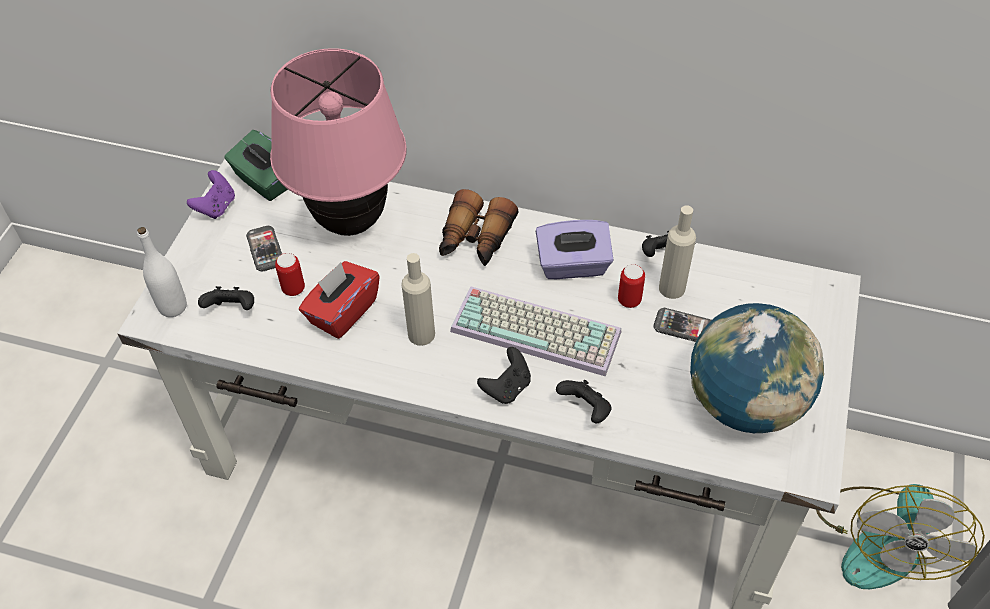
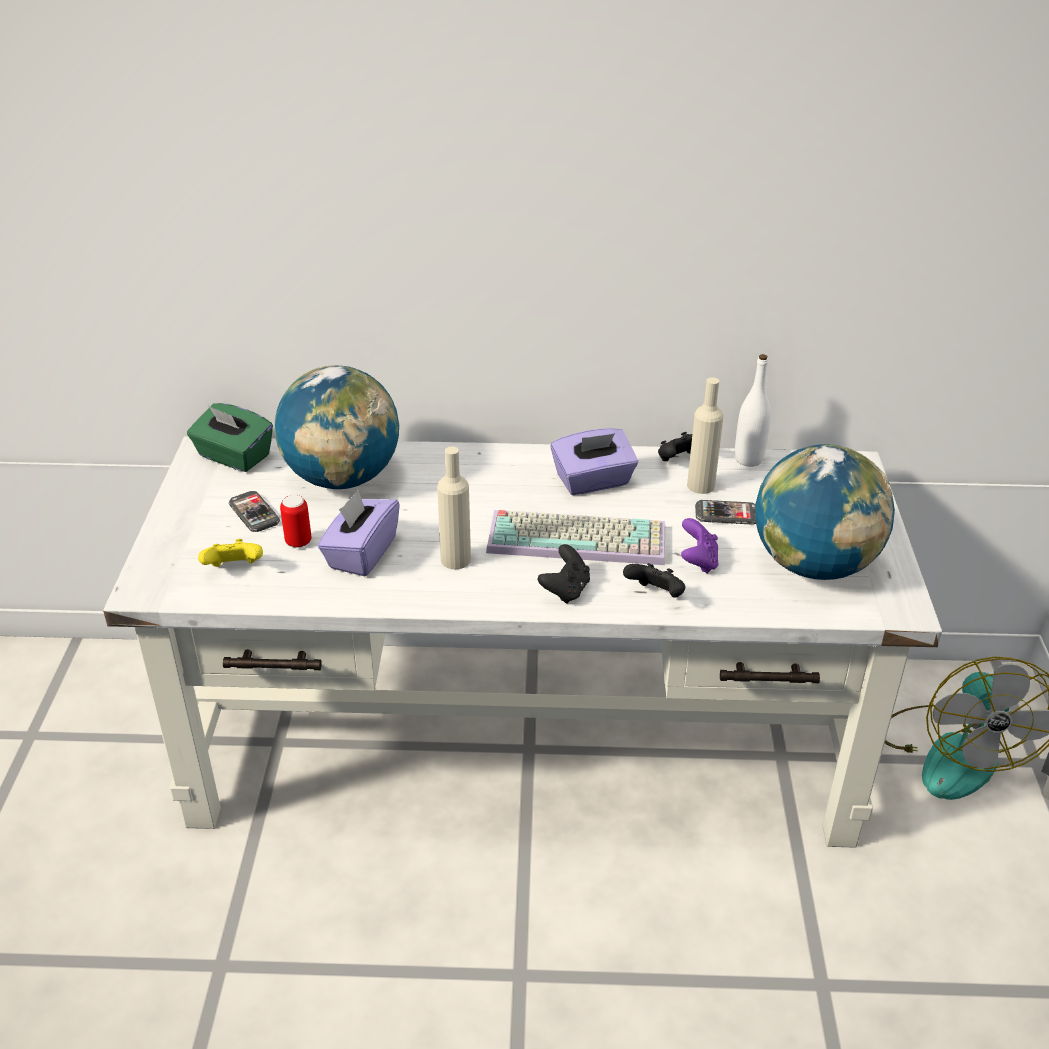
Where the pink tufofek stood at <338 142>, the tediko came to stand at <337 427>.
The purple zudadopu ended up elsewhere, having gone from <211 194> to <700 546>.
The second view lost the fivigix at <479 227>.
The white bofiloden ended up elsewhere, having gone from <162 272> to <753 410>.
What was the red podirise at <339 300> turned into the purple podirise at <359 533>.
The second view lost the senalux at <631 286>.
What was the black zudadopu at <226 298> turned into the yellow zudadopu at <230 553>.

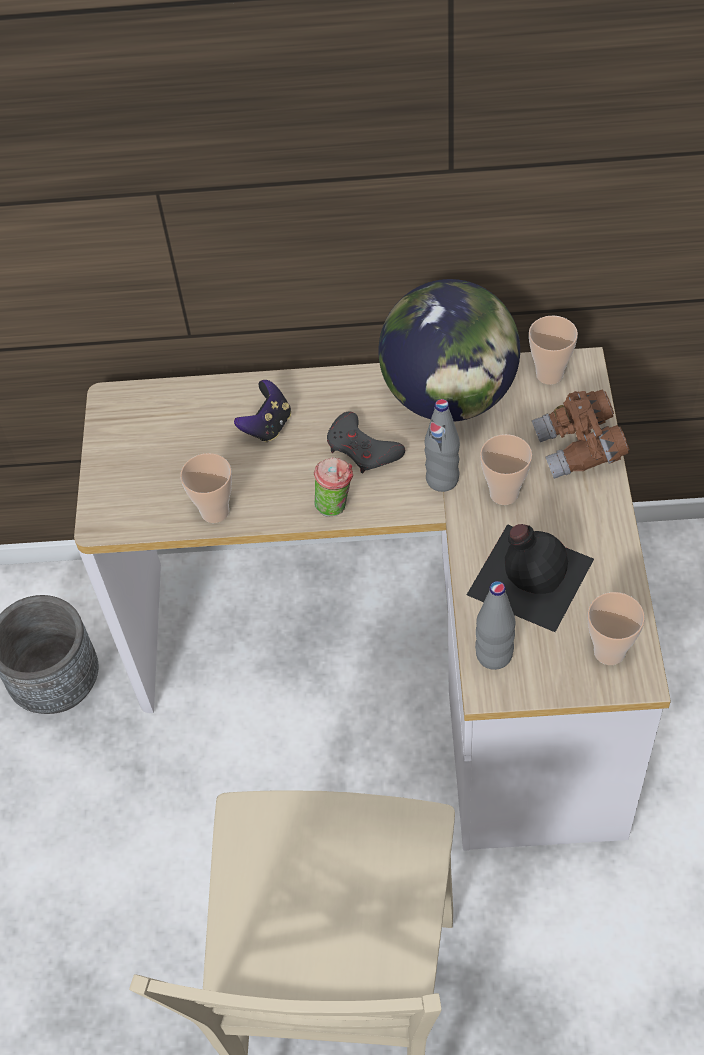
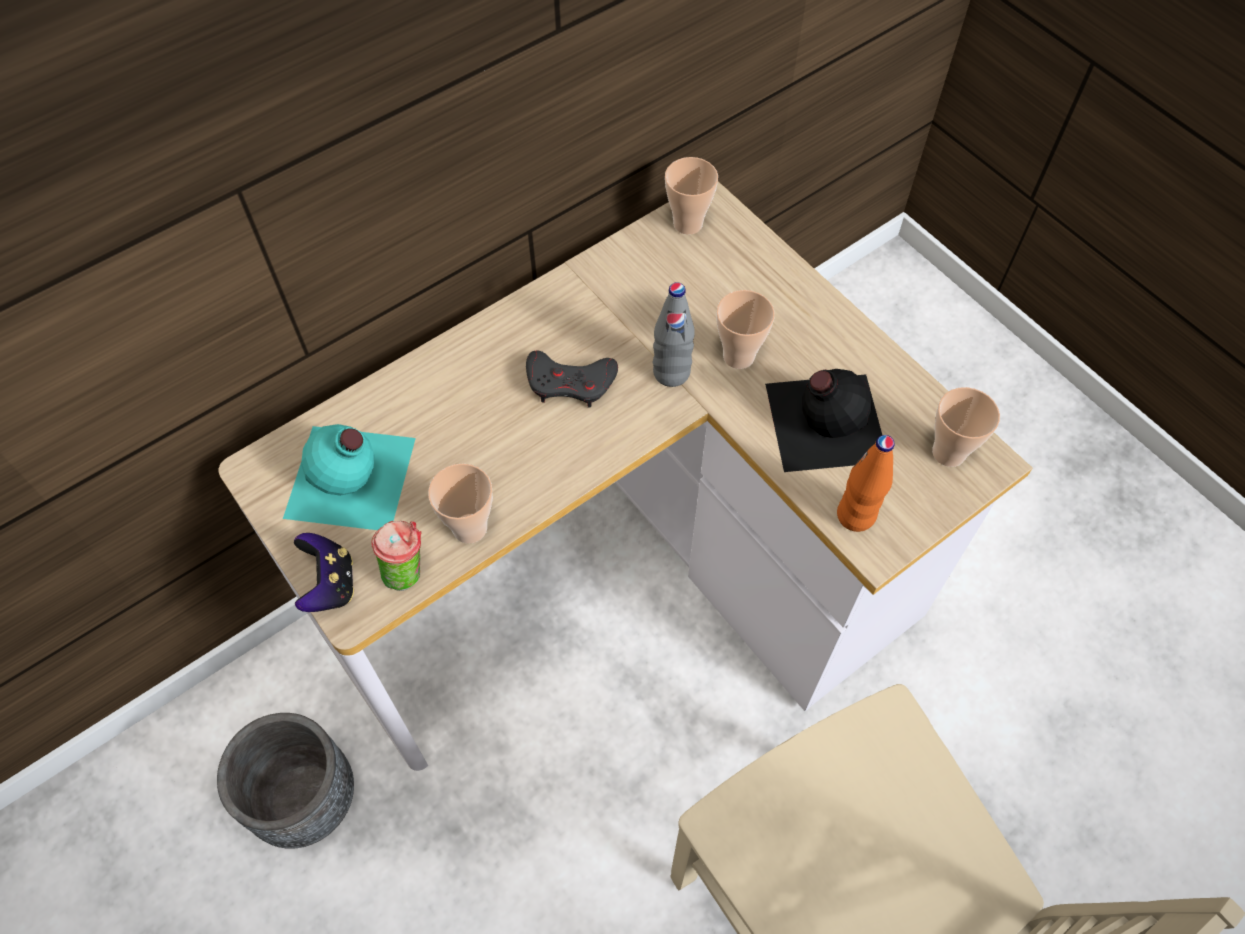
The second view lost the tediko at <449 350>.
The zudadopu ended up elsewhere, having gone from <262 411> to <324 572>.
The second view lost the brown fivigix at <581 434>.
The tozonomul ended up elsewhere, having gone from <333 486> to <396 556>.
What was the grey bofiloden at <495 625> turned into the orange bofiloden at <866 483>.
The second view gained the turquoise bofiloden at <349 477>.

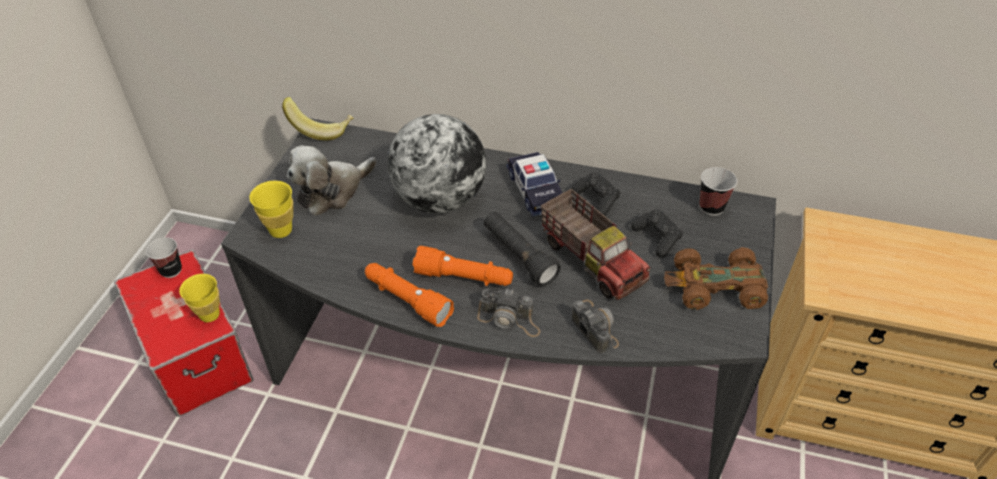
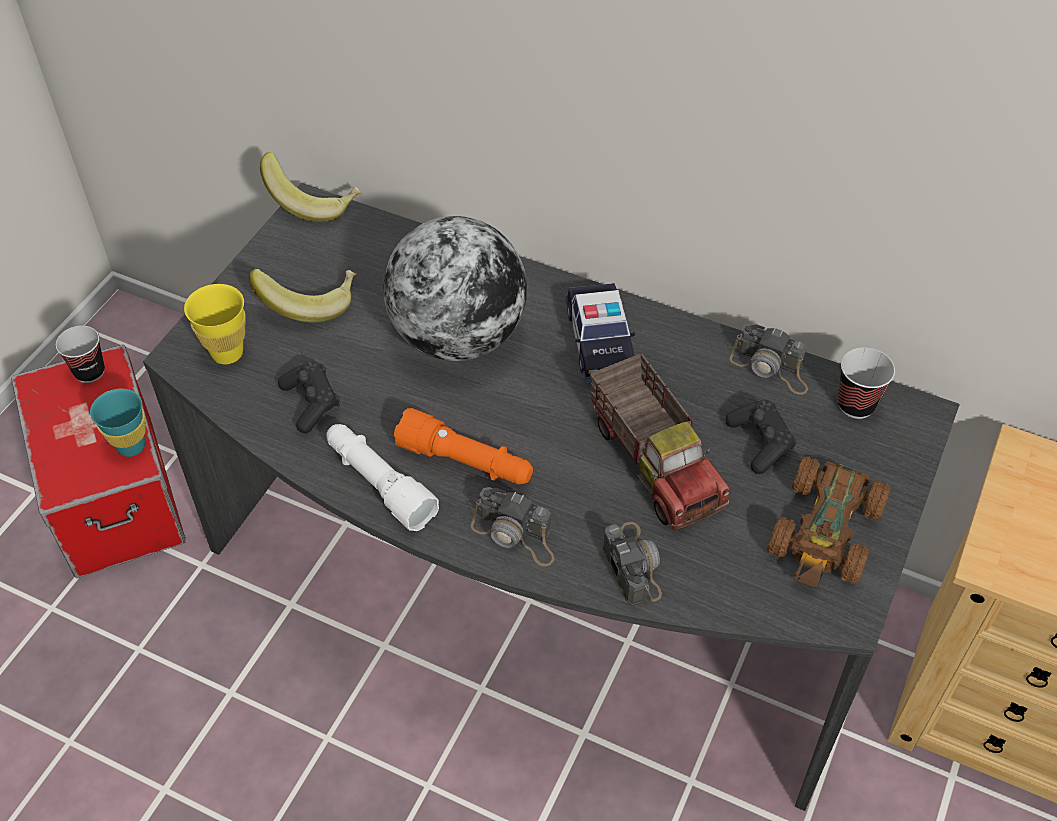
Where the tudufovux stood at <332 180>, the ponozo came to stand at <302 295>.
The black zudadopu ended up elsewhere, having gone from <595 194> to <309 397>.
The second view lost the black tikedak at <522 249>.
The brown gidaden at <716 278> ended up facing another way, 75 degrees counterclockwise from before.
What was the orange tikedak at <409 295> turned into the white tikedak at <383 477>.
What was the yellow tozonomul at <199 298> turned into the turquoise tozonomul at <118 423>.
The second view gained the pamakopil at <769 359>.

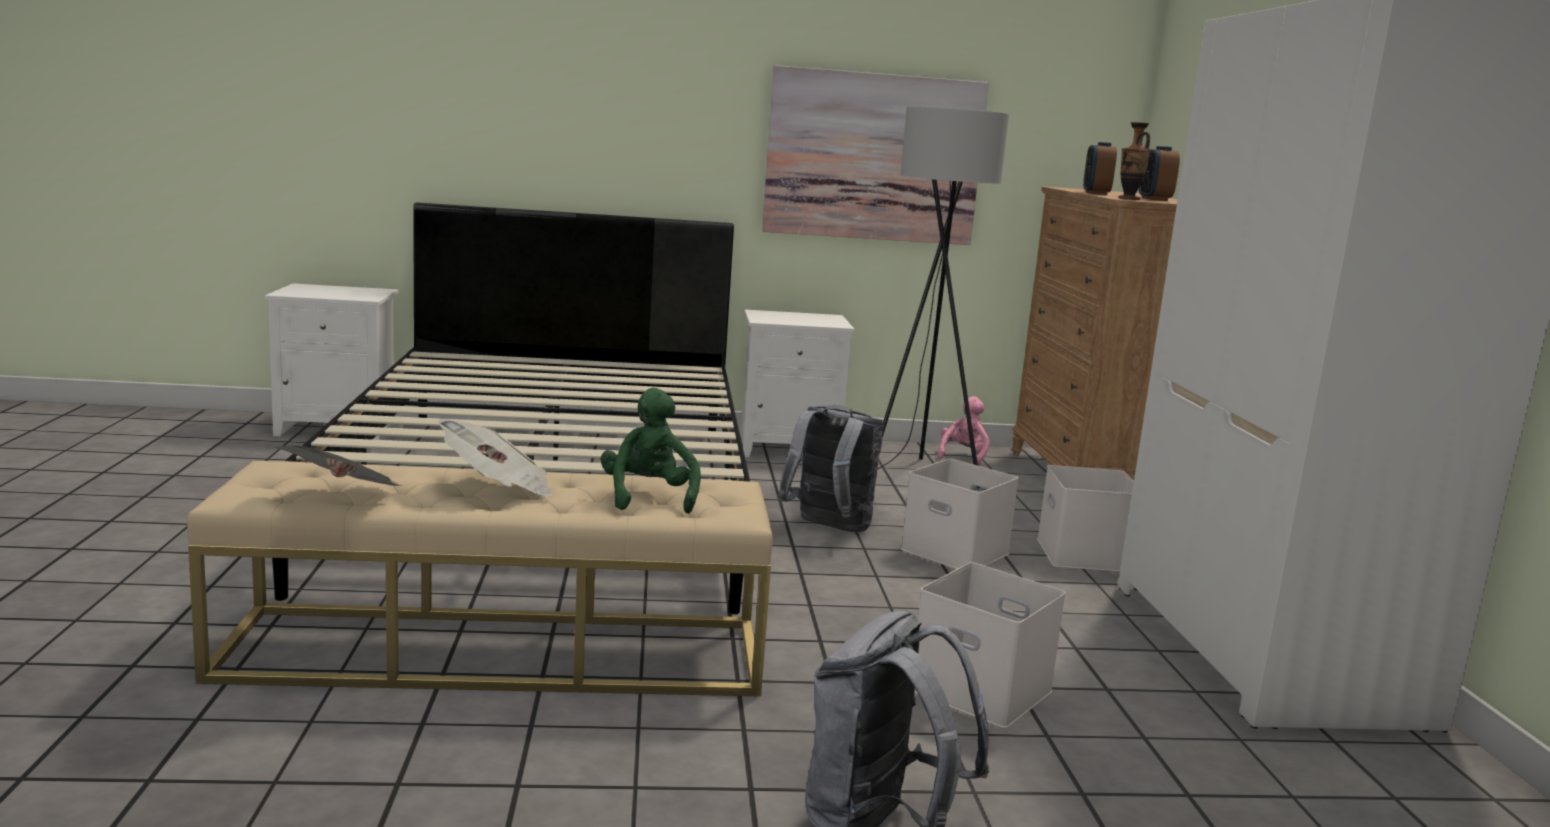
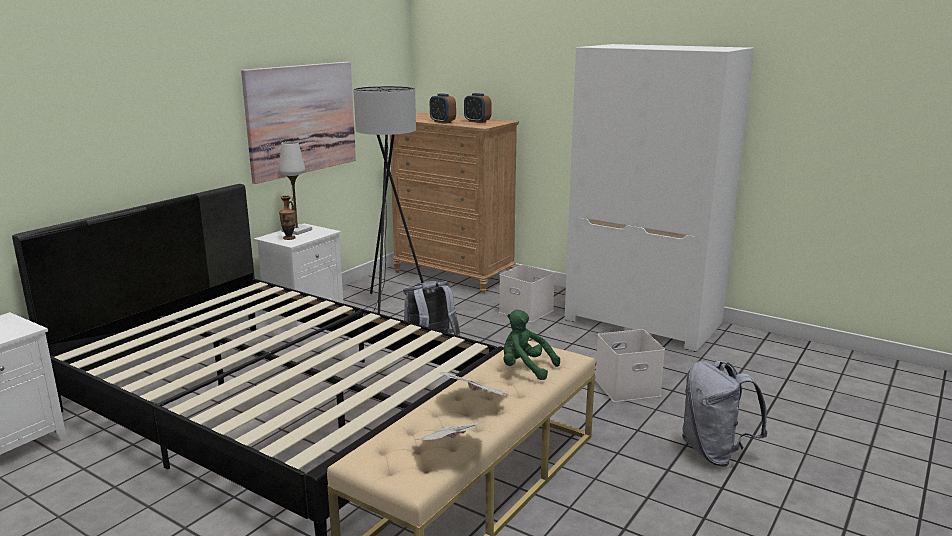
The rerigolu ended up elsewhere, having gone from <1134 161> to <287 217>.
The second view lost the pink tudufovux at <963 430>.
The second view lost the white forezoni at <960 514>.
The second view gained the white tufofek at <295 188>.

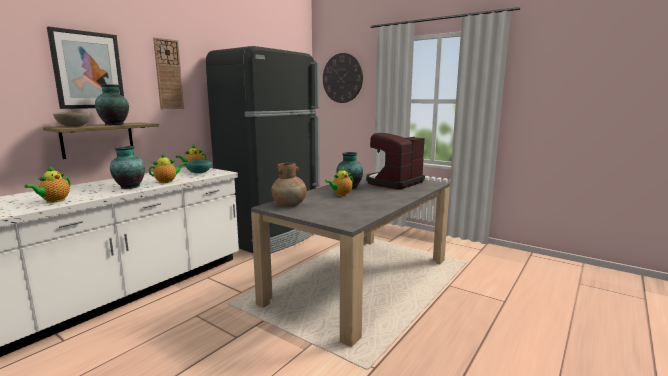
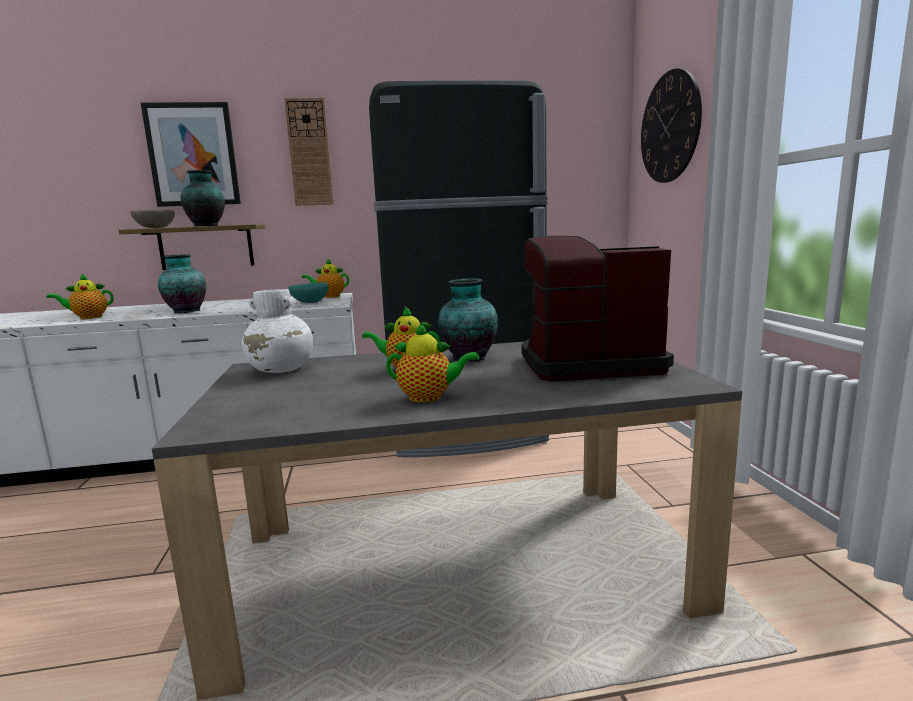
The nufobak ended up elsewhere, having gone from <168 168> to <432 362>.
What was the brown rerigolu at <289 184> turned into the white rerigolu at <277 331>.

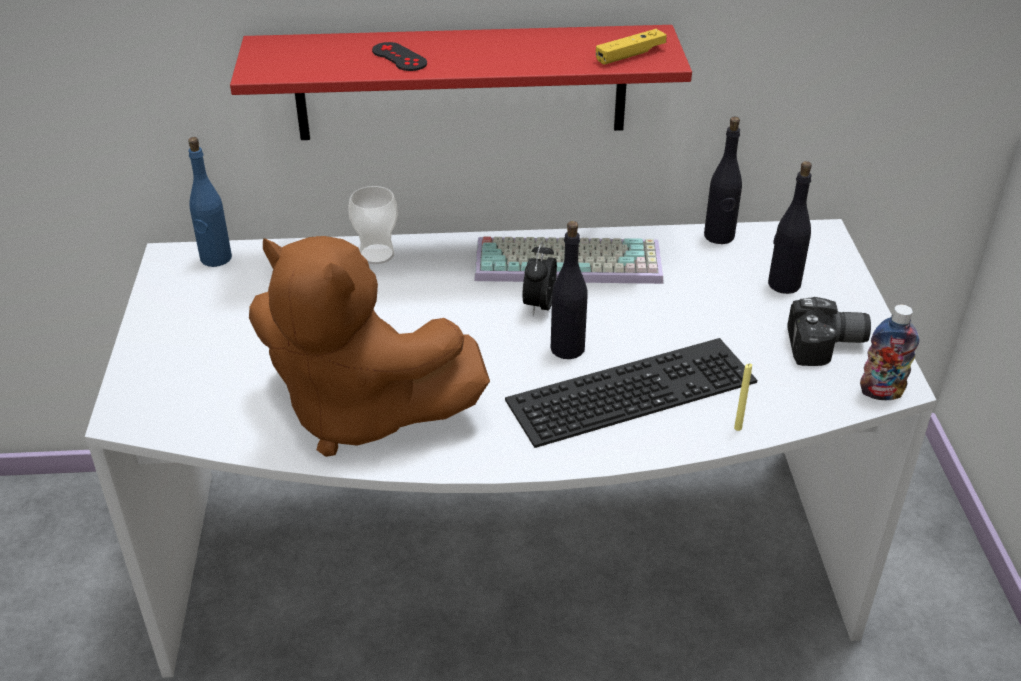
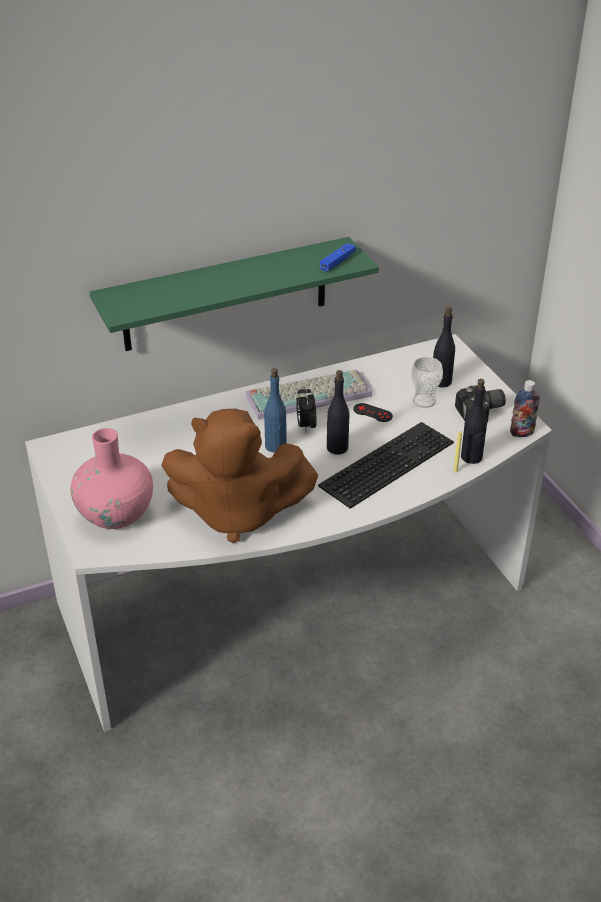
What was the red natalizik at <461 82> turned into the green natalizik at <234 294>.
What was the yellow zudadopu at <631 47> turned into the blue zudadopu at <338 257>.
The black zudadopu ended up elsewhere, having gone from <399 56> to <373 412>.
The black bofiloden ended up elsewhere, having gone from <723 180> to <474 421>.
The blue bofiloden ended up elsewhere, having gone from <210 202> to <275 410>.
The tozonomul ended up elsewhere, having gone from <373 225> to <427 382>.
The second view gained the pink rerigolu at <112 478>.

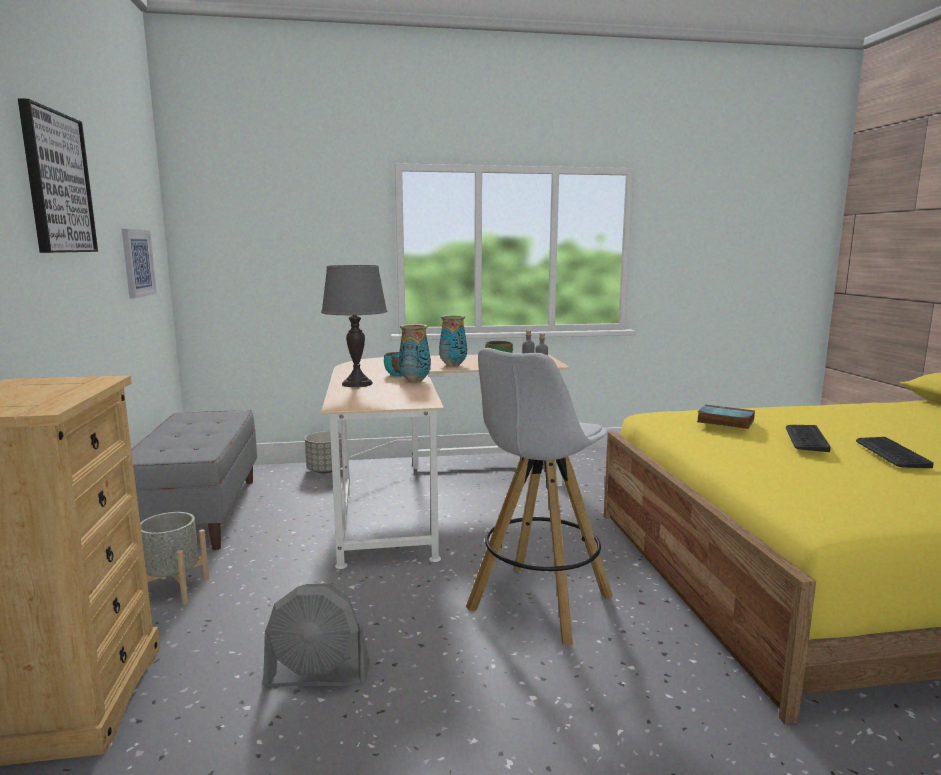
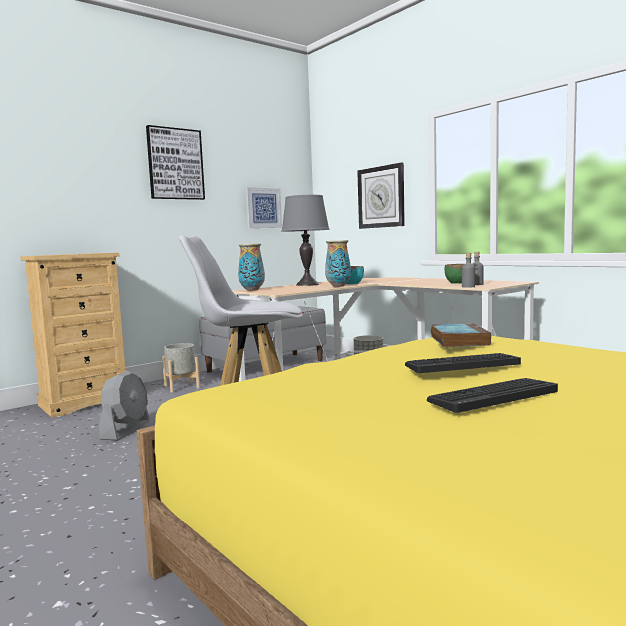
The rerigolu ended up elsewhere, having gone from <453 341> to <251 267>.
The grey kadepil at <316 635> ended up facing another way, 135 degrees counterclockwise from before.
The second view gained the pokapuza at <381 196>.

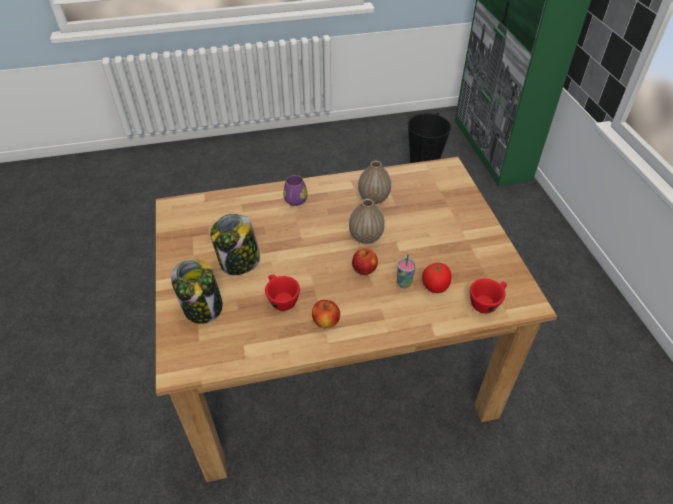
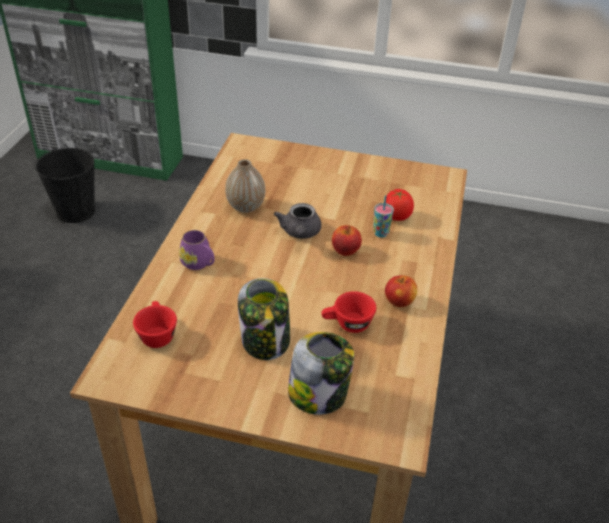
Where the rerigolu stood at <367 221>, the grey nufobak came to stand at <297 221>.
The red tozonomul ended up elsewhere, having gone from <488 296> to <155 324>.

